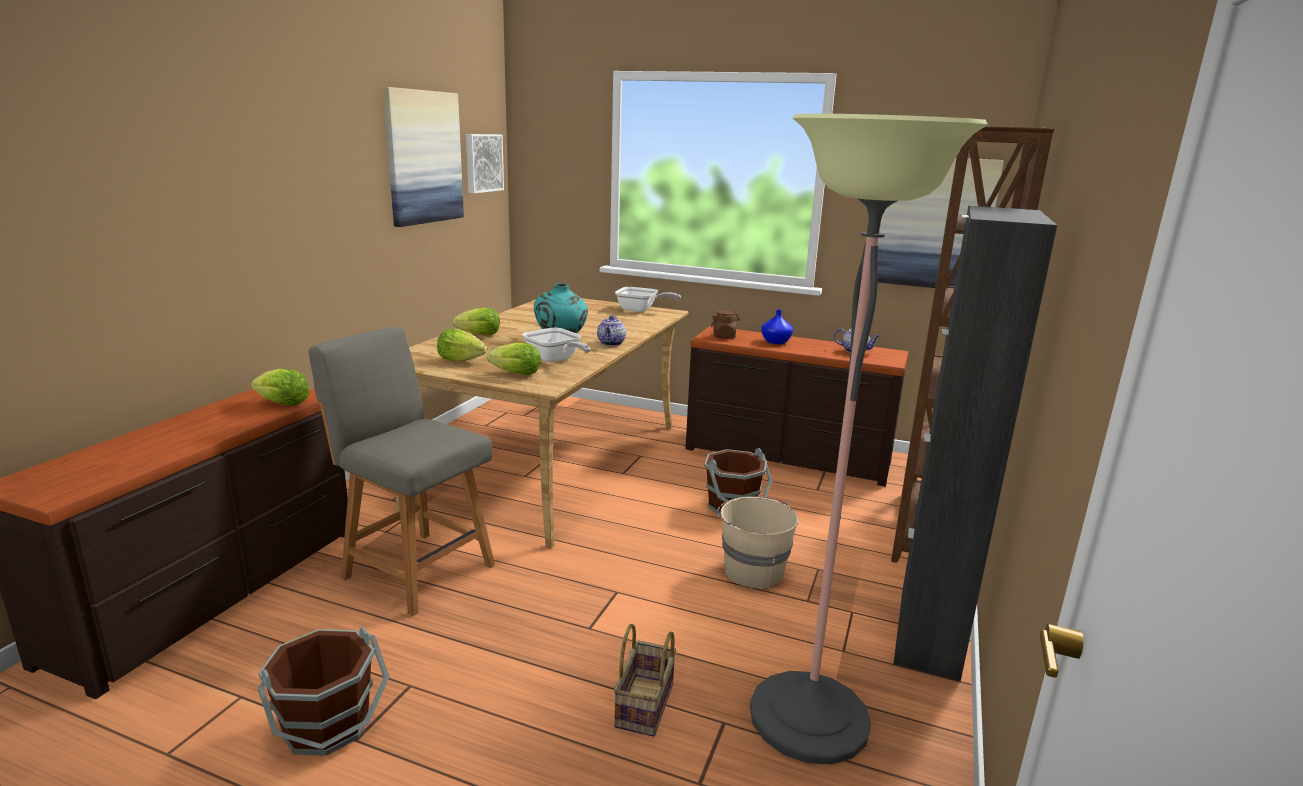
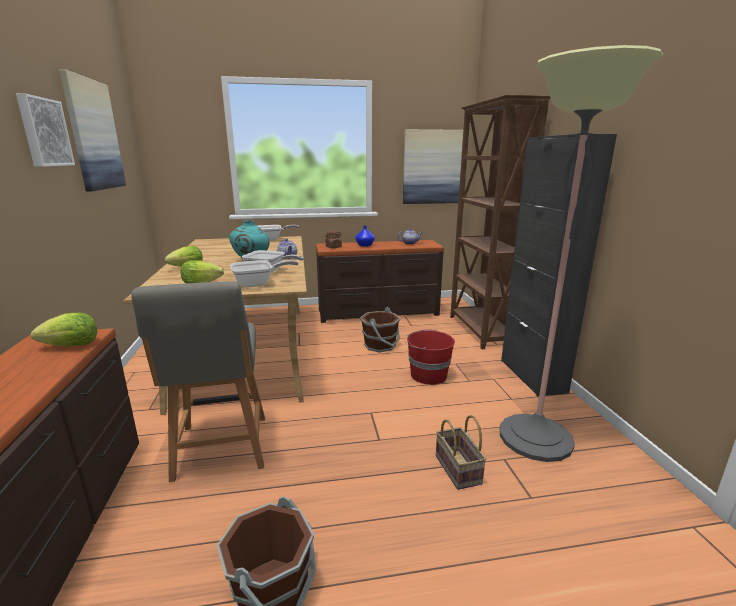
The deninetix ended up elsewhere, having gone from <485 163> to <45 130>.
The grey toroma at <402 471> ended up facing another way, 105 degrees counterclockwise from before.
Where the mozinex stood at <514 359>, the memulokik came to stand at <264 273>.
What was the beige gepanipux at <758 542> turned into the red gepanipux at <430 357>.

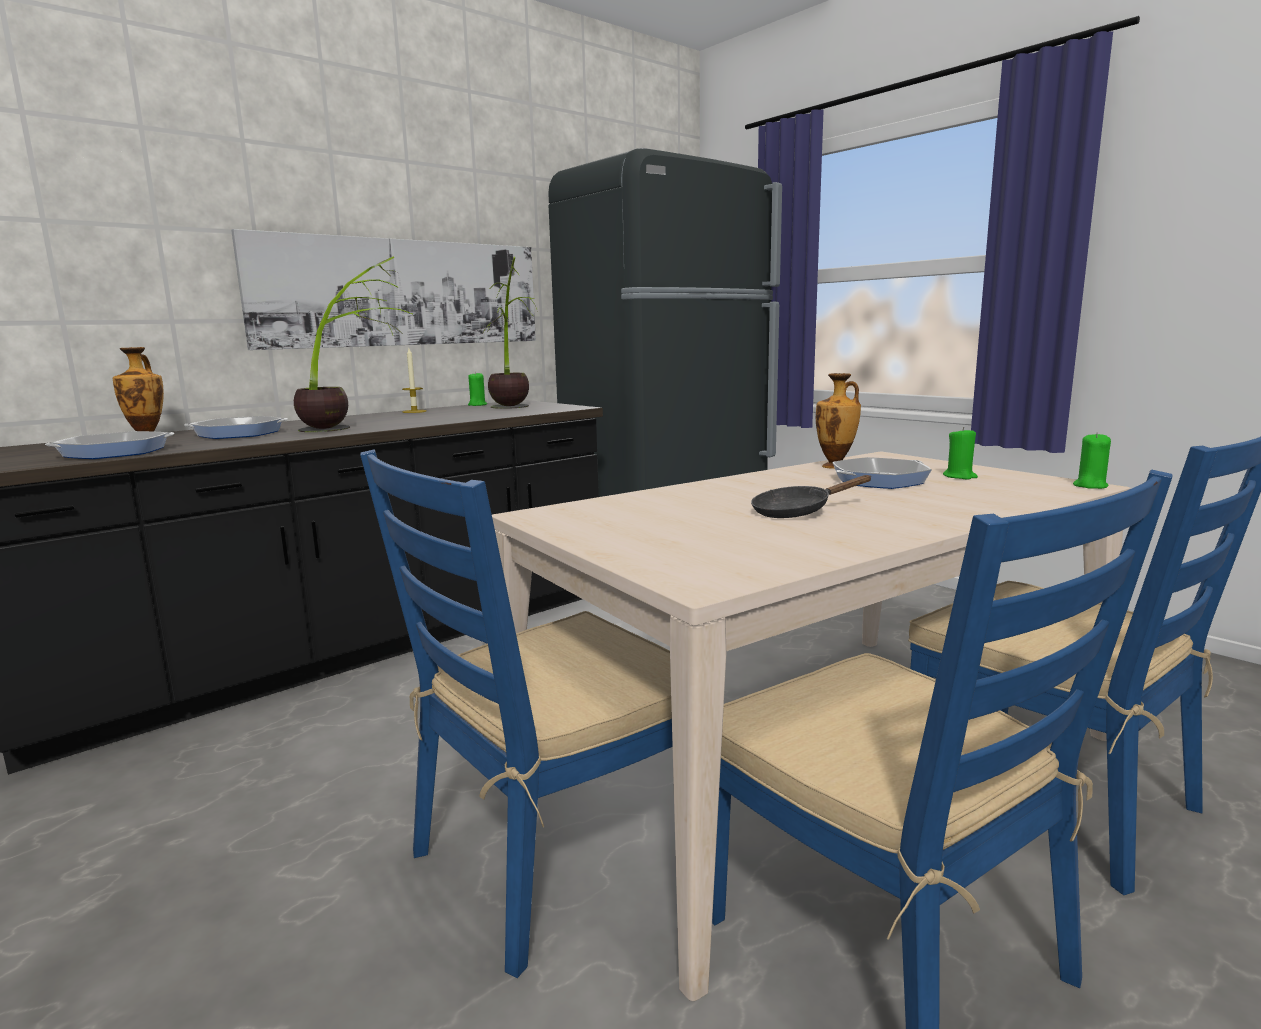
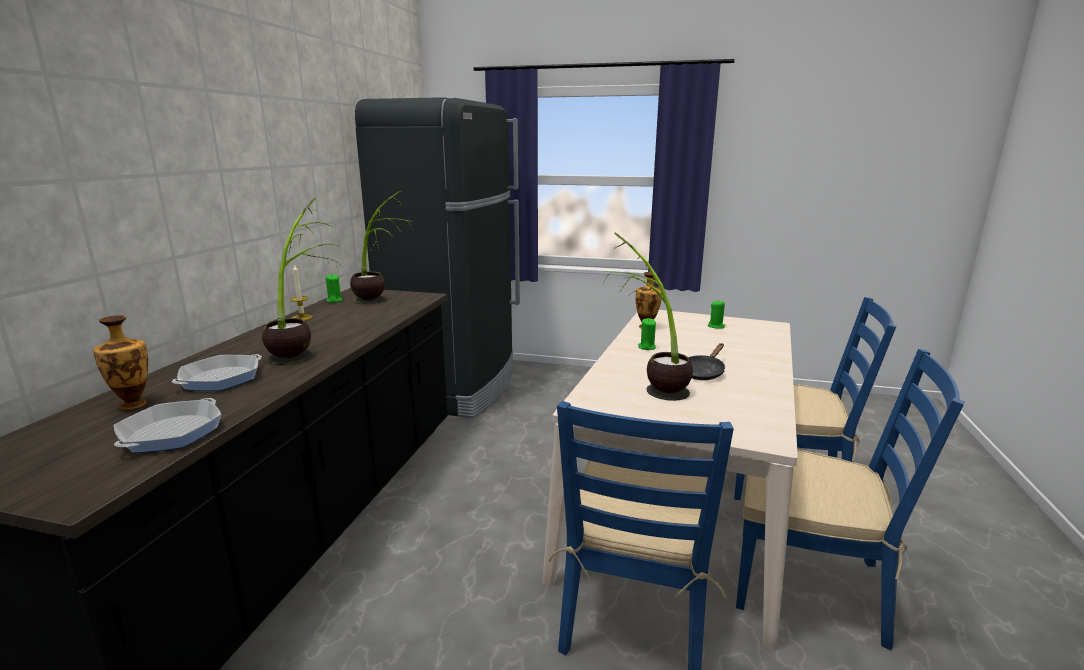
The second view lost the deninetix at <383 289>.
The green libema ended up elsewhere, having gone from <1092 460> to <647 334>.
The second view lost the memulokik at <882 473>.
The second view gained the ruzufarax at <648 316>.

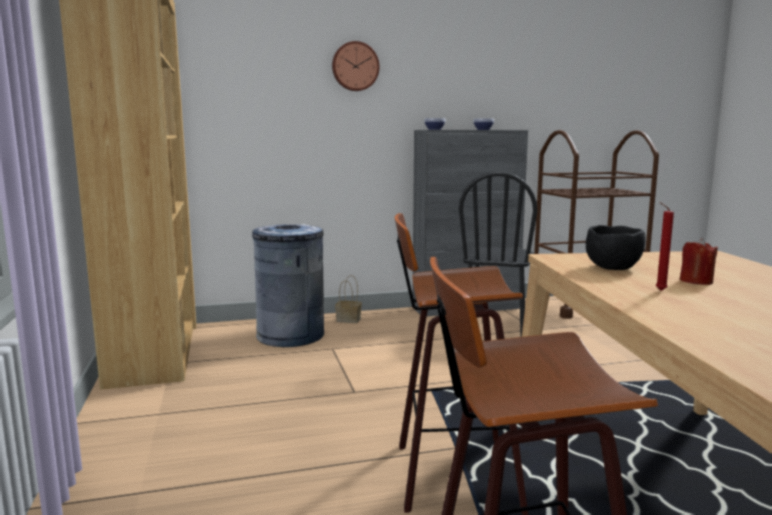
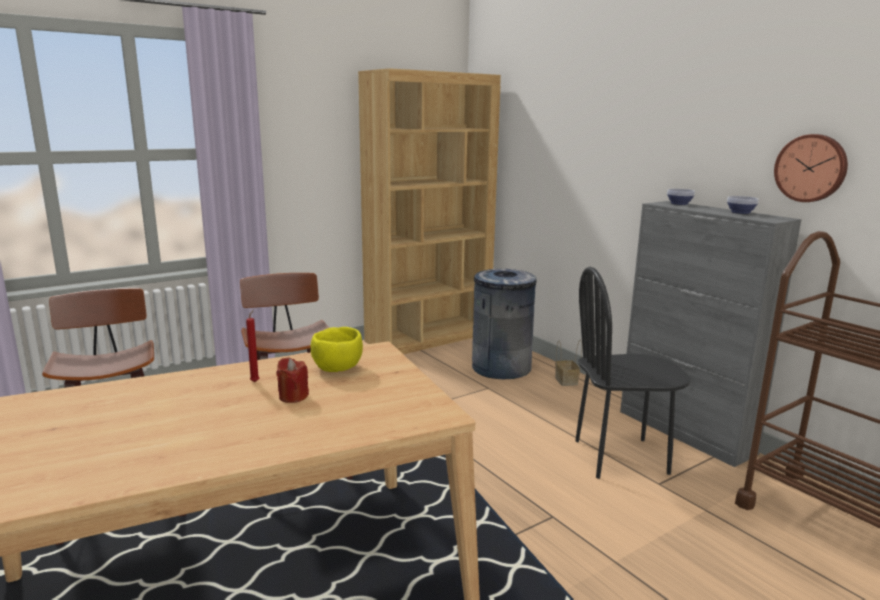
The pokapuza ended up elsewhere, having gone from <356 66> to <811 168>.
What was the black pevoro at <616 247> turned into the yellow pevoro at <337 349>.

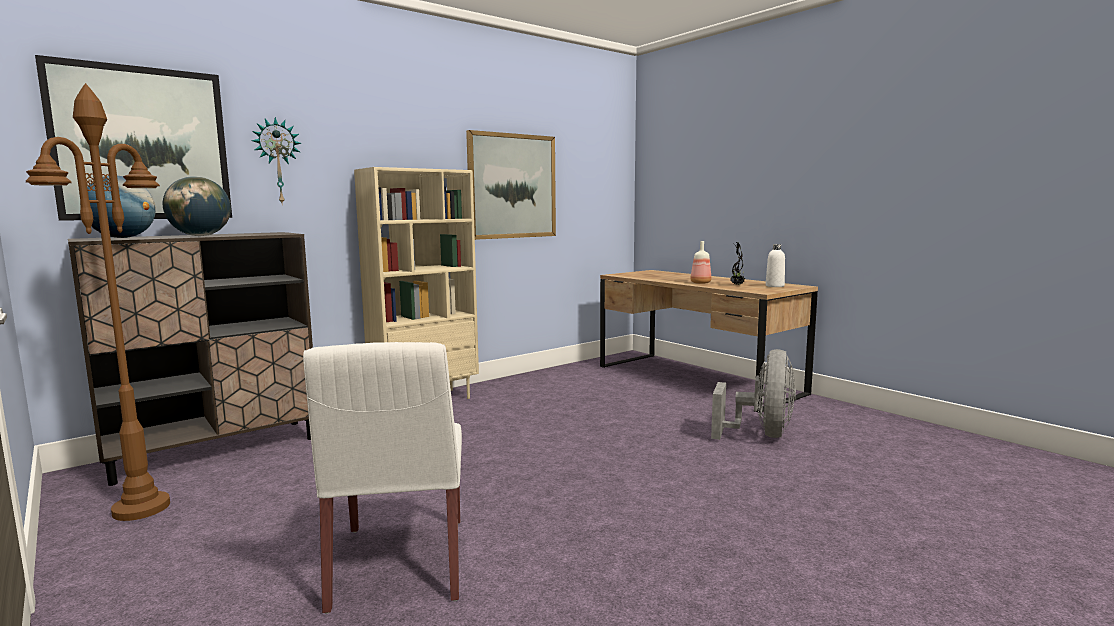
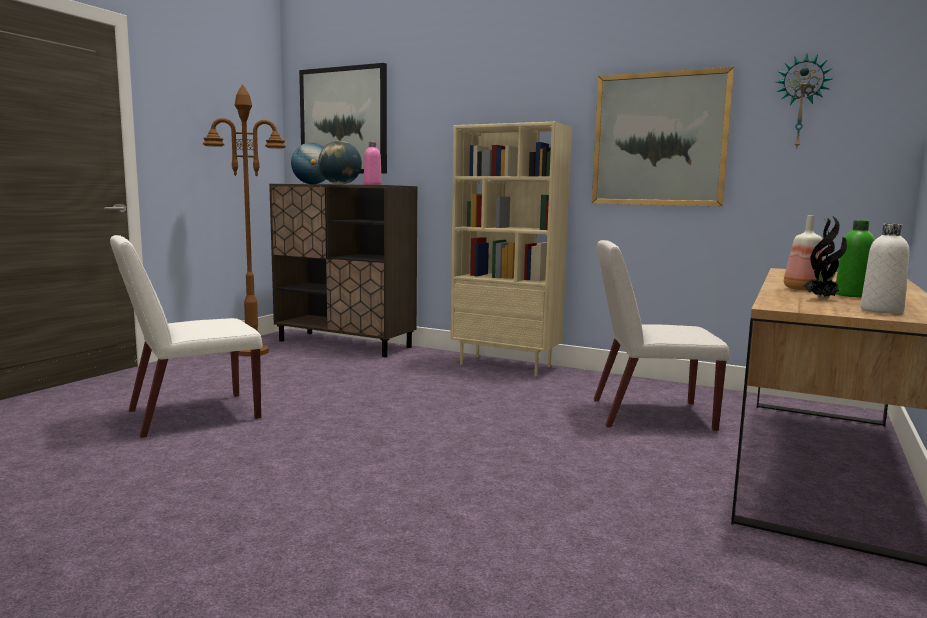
The pokapuza ended up elsewhere, having gone from <276 160> to <804 102>.
The second view lost the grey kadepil at <753 394>.
The second view gained the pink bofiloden at <373 163>.
The second view gained the green bofiloden at <855 259>.
The second view gained the white toroma at <662 336>.

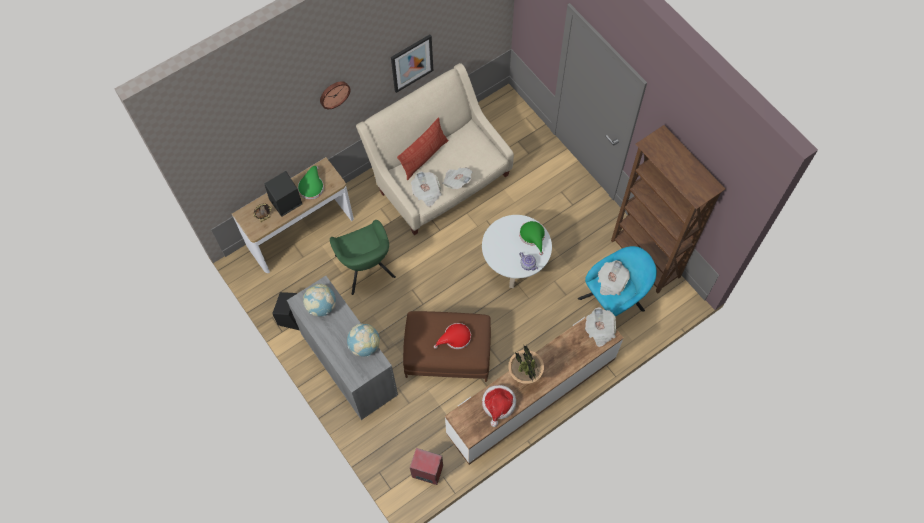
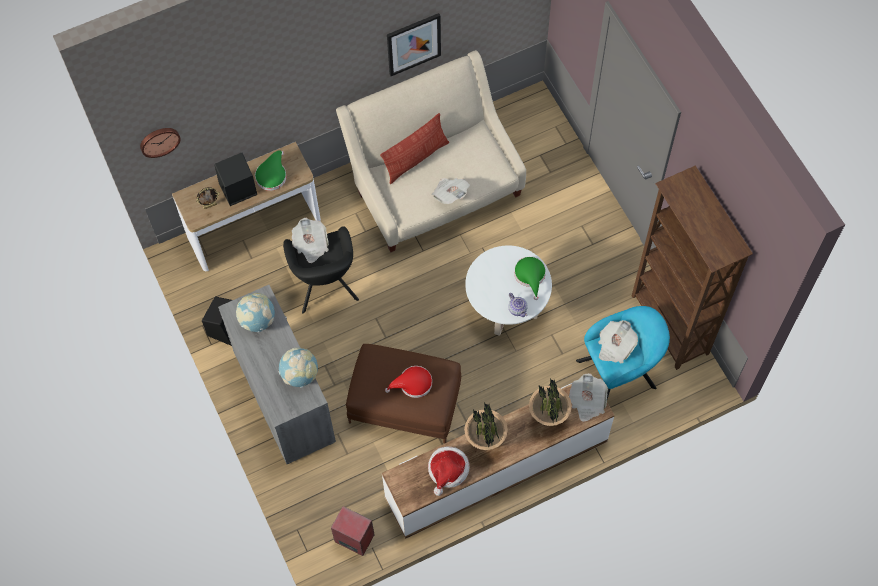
The pokapuza ended up elsewhere, having gone from <335 95> to <160 143>.
The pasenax ended up elsewhere, having gone from <426 189> to <310 240>.
What was the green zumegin at <363 257> turned into the black zumegin at <321 269>.
The second view gained the ruzufarax at <550 402>.

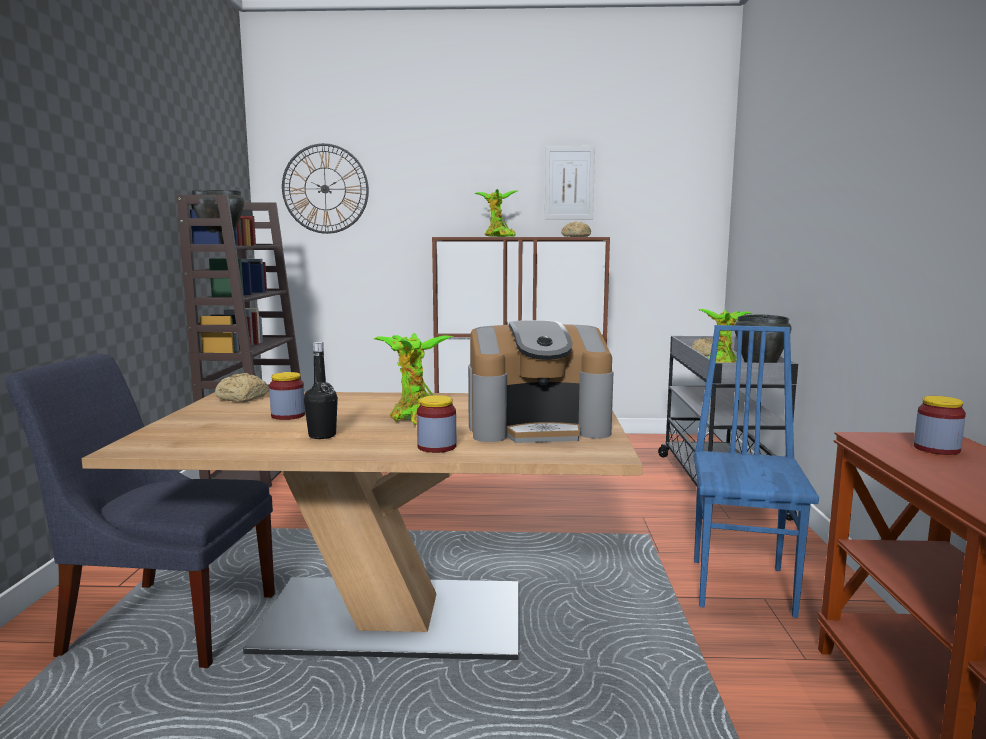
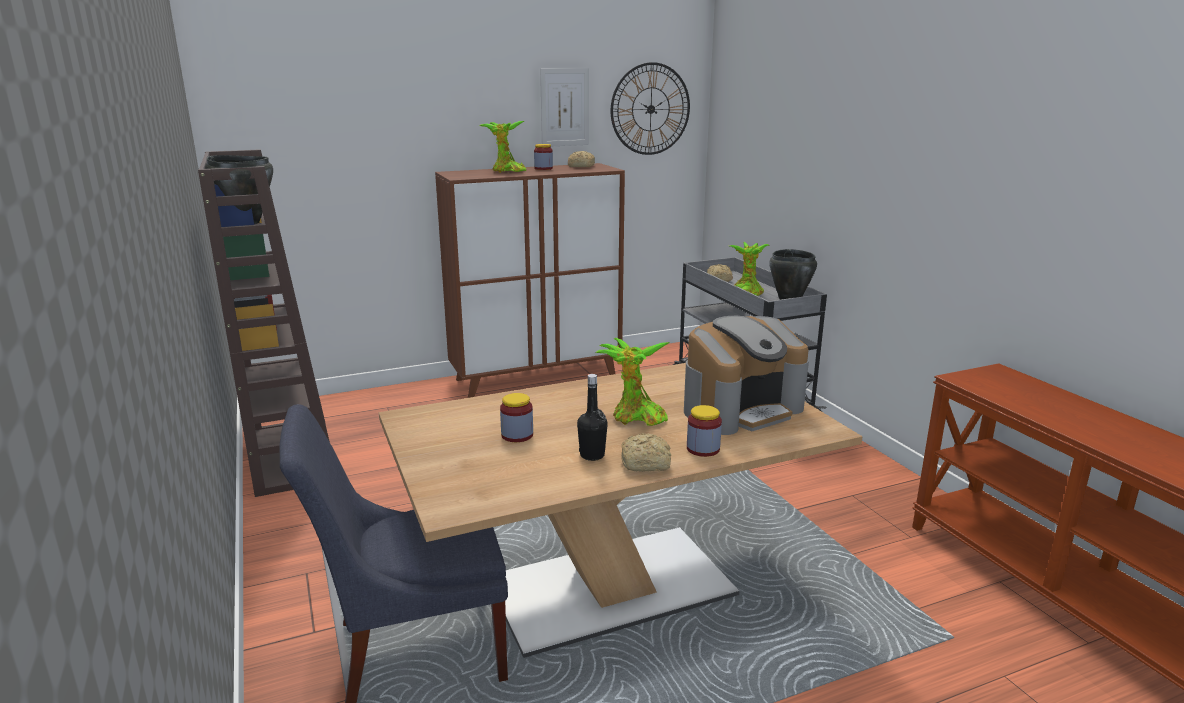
The pokapuza ended up elsewhere, having gone from <325 188> to <650 108>.
The second view lost the blue toroma at <756 471>.
The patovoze ended up elsewhere, having gone from <242 387> to <646 452>.
The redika ended up elsewhere, having gone from <940 425> to <543 157>.

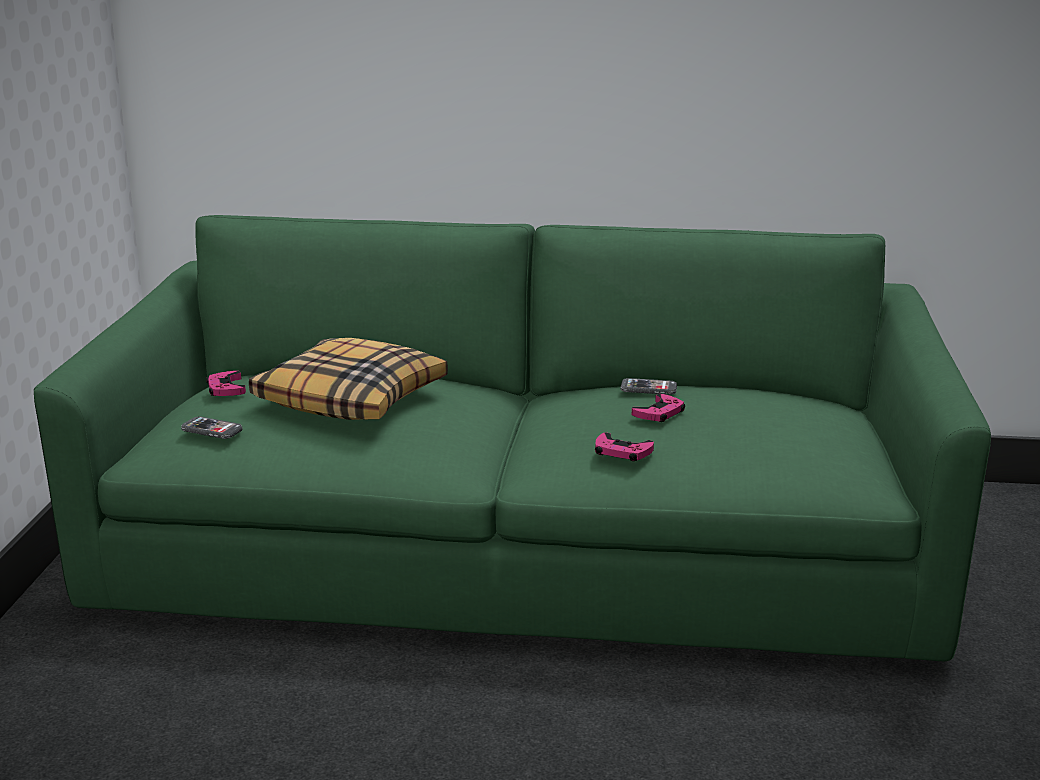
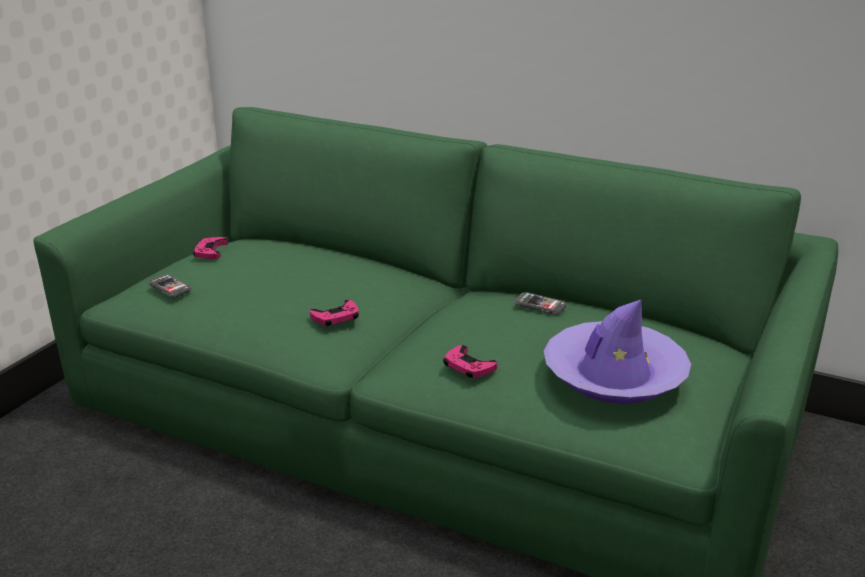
The second view lost the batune at <348 379>.
The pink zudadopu ended up elsewhere, having gone from <658 408> to <334 313>.
The second view gained the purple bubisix at <617 352>.

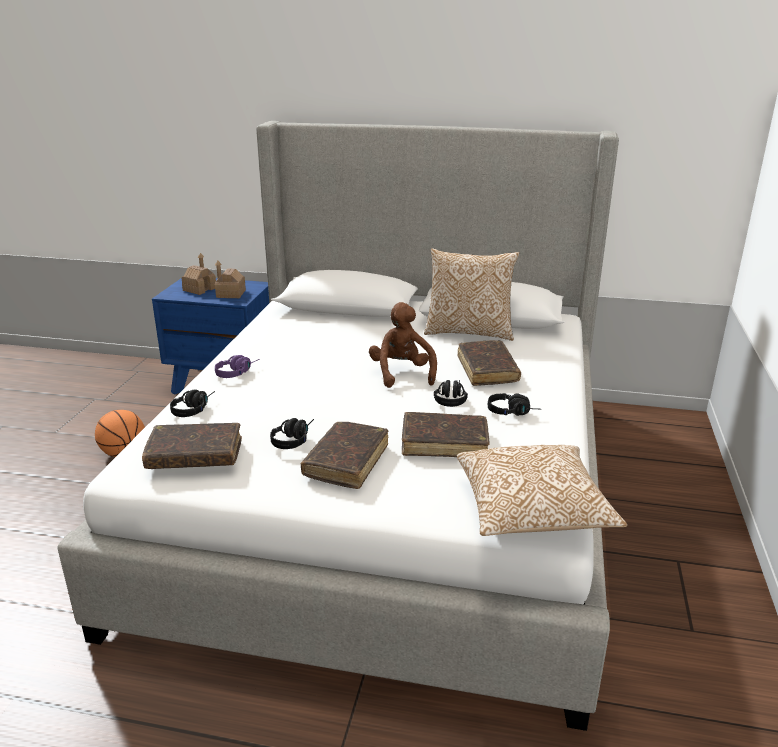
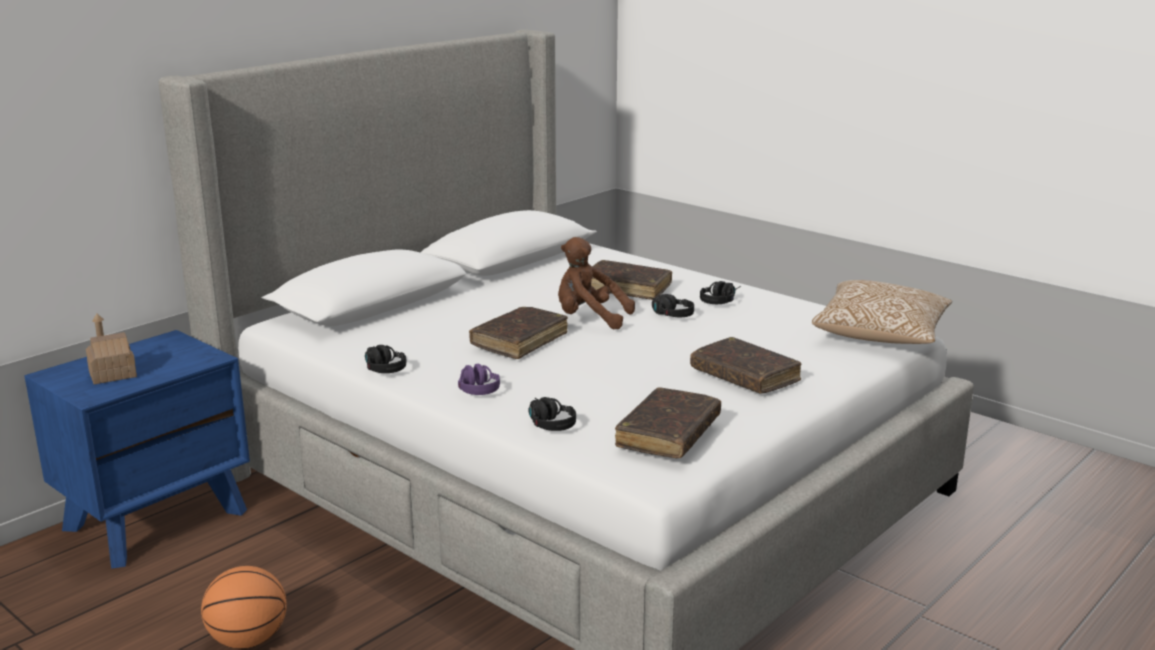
The second view lost the batune at <471 294>.
The second view lost the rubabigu at <230 279>.
The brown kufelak ended up elsewhere, having gone from <446 434> to <518 333>.
The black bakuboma ended up elsewhere, having gone from <292 433> to <385 359>.

